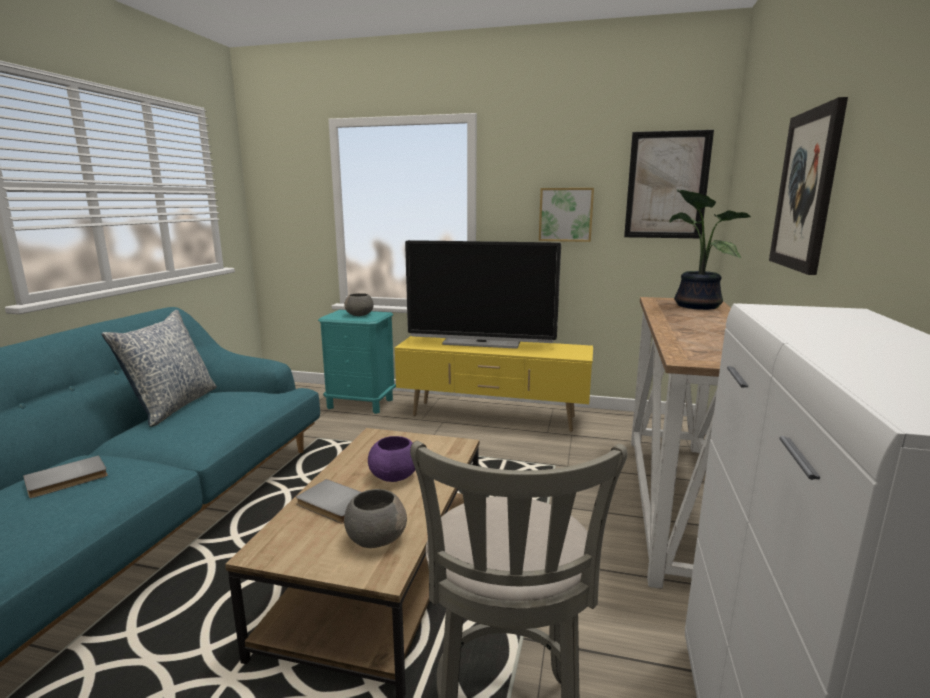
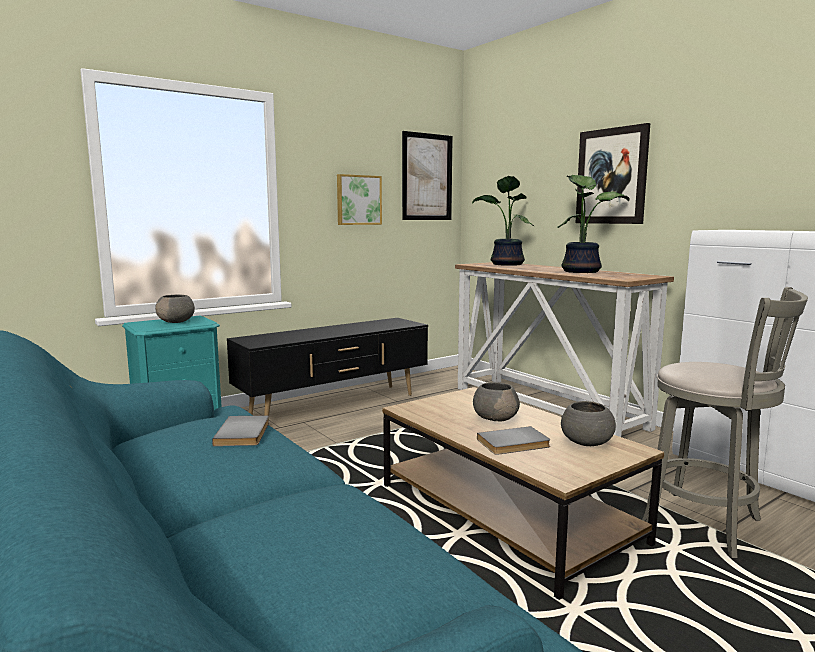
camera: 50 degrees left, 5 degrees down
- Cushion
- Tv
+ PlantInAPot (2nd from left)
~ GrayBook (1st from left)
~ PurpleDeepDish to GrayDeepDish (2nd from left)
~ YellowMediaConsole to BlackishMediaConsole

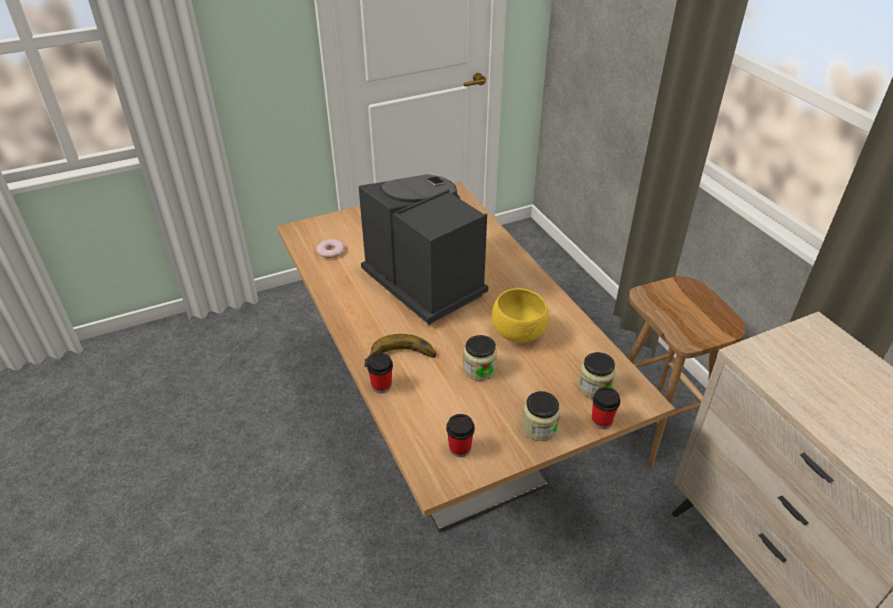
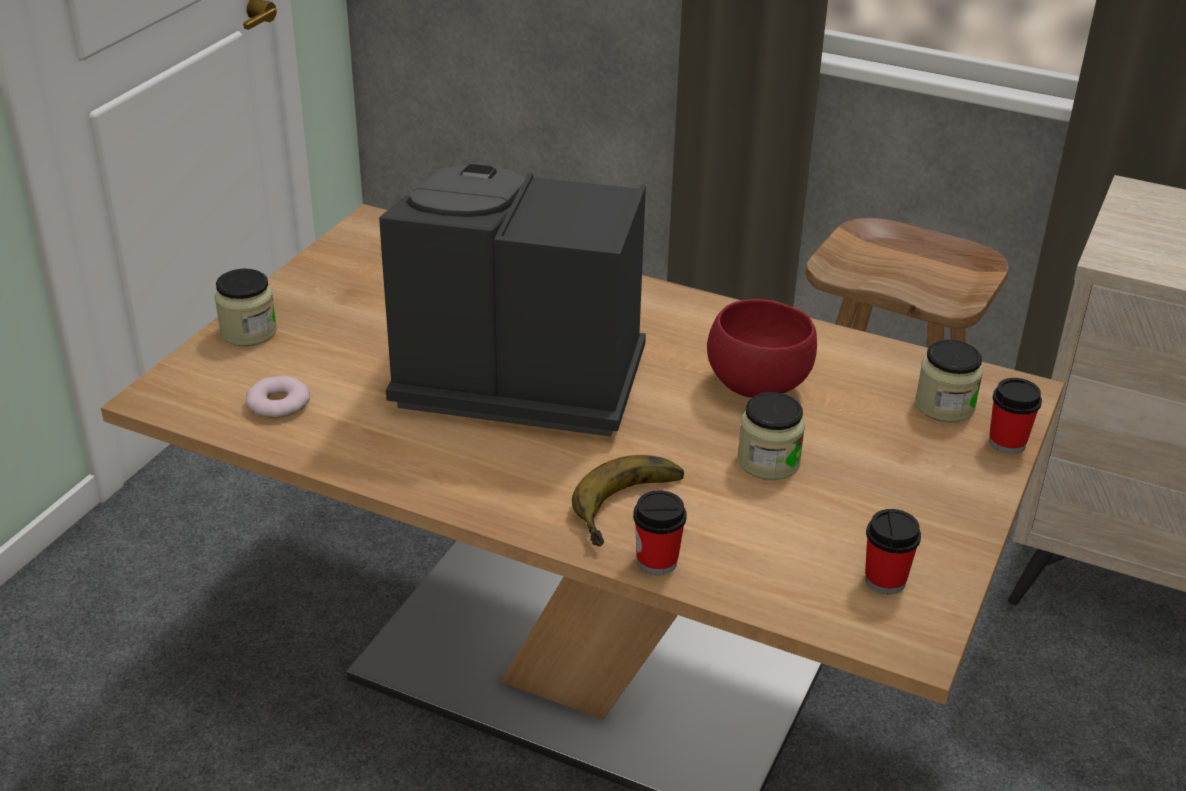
camera: 40 degrees left, 5 degrees down
~ Jar (2nd from left in the first image) to Jar (1st from left)
~ YellowDeepDish to RedDeepDish

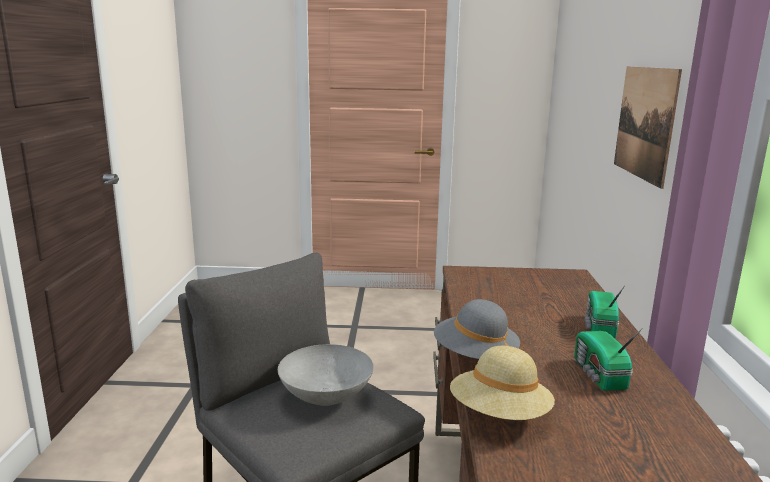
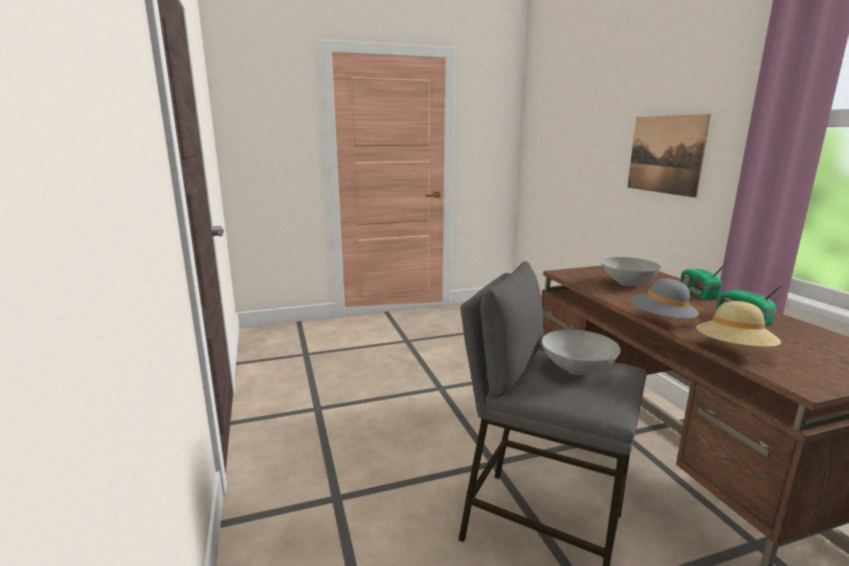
camera: 20 degrees left, 0 degrees up
+ GrayDeepDish (2nd from left)

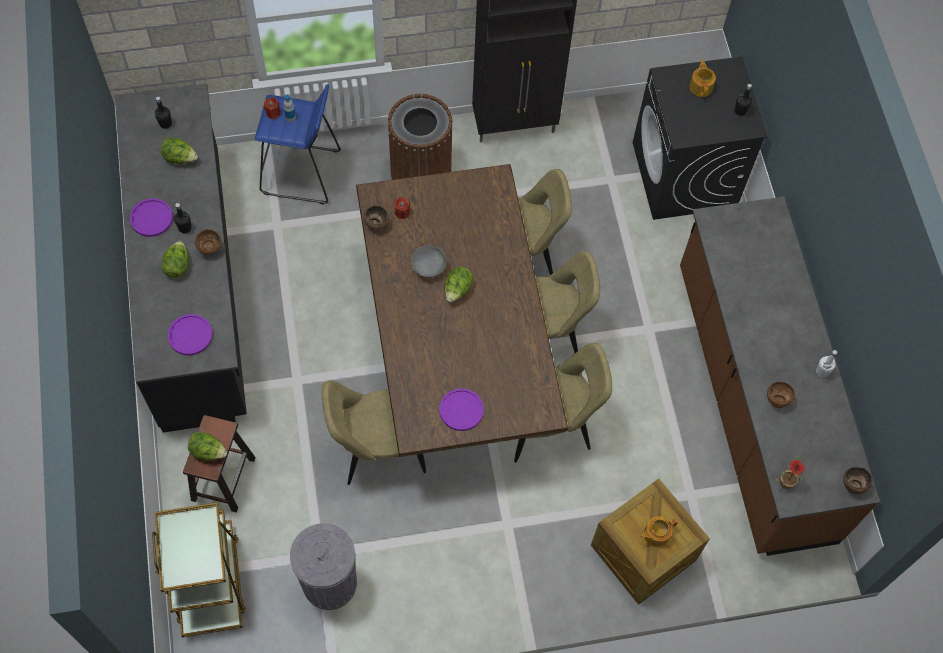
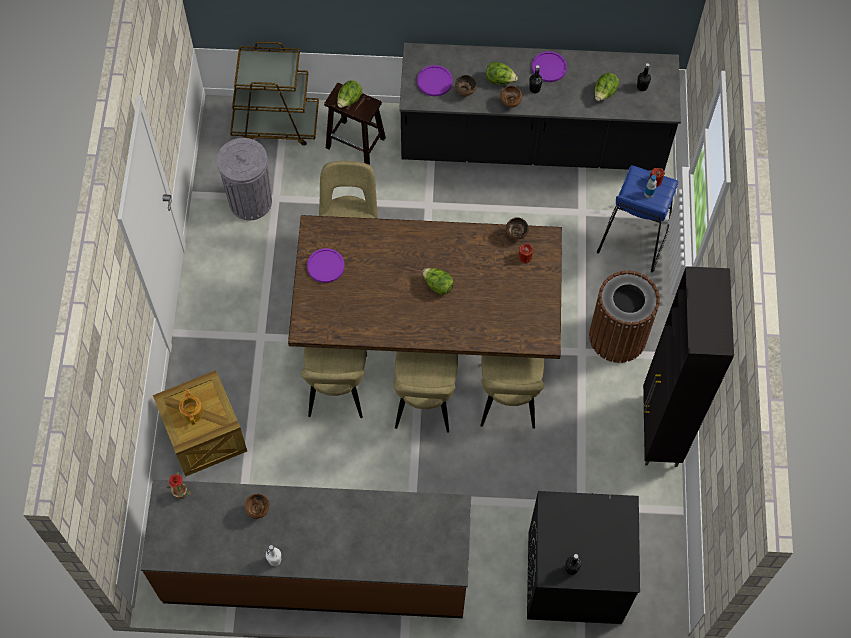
camera: 105 degrees right, 0 degrees up
- GrayDeepDish
- TeaPot (2nd from left)
~ BrownColouredDeepDish (4th from left in the first image) to BrownColouredDeepDish (2nd from left)

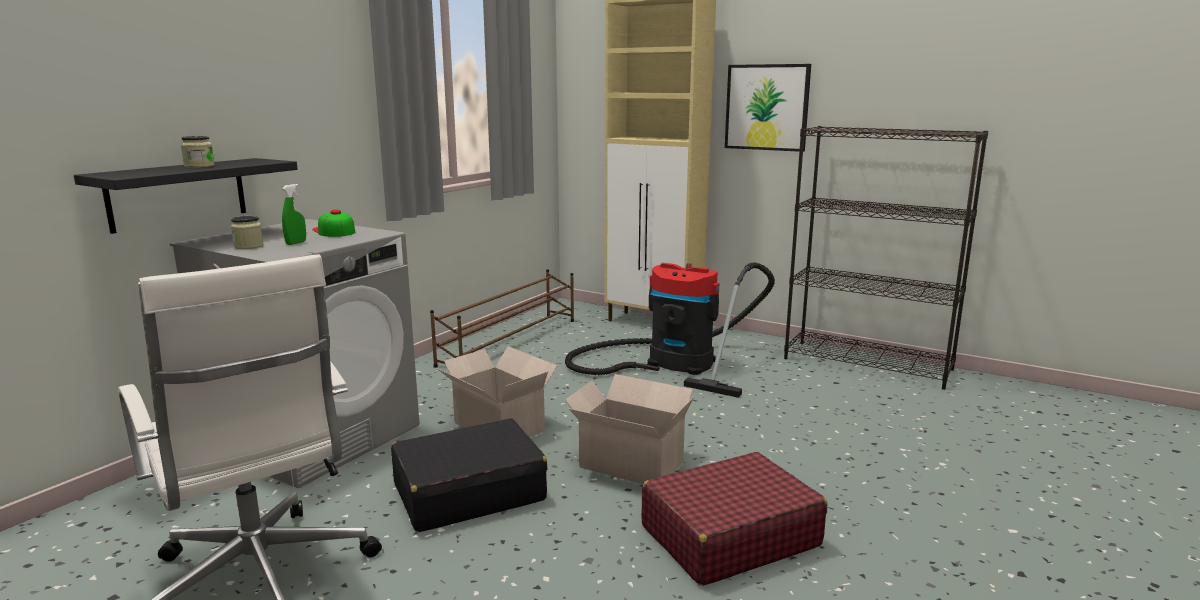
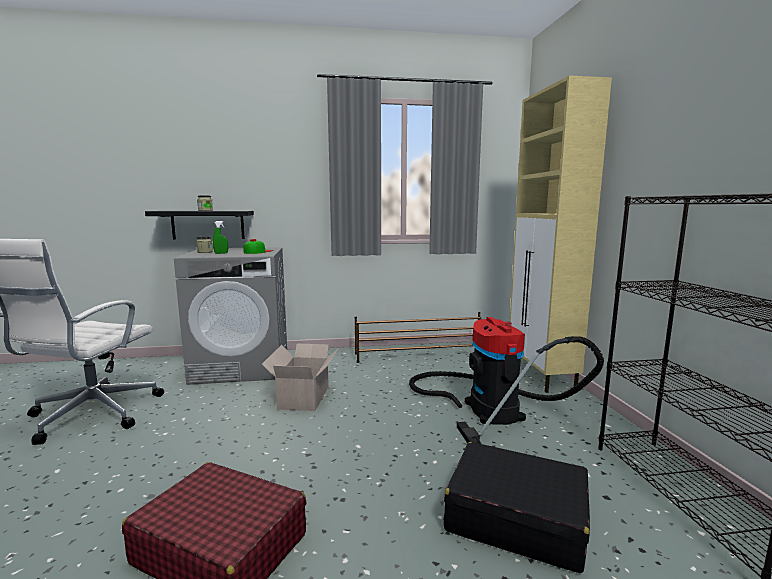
camera: 50 degrees right, 5 degrees down
- Carton (2nd from left)
- WallPicture
~ BlackishSuitcase

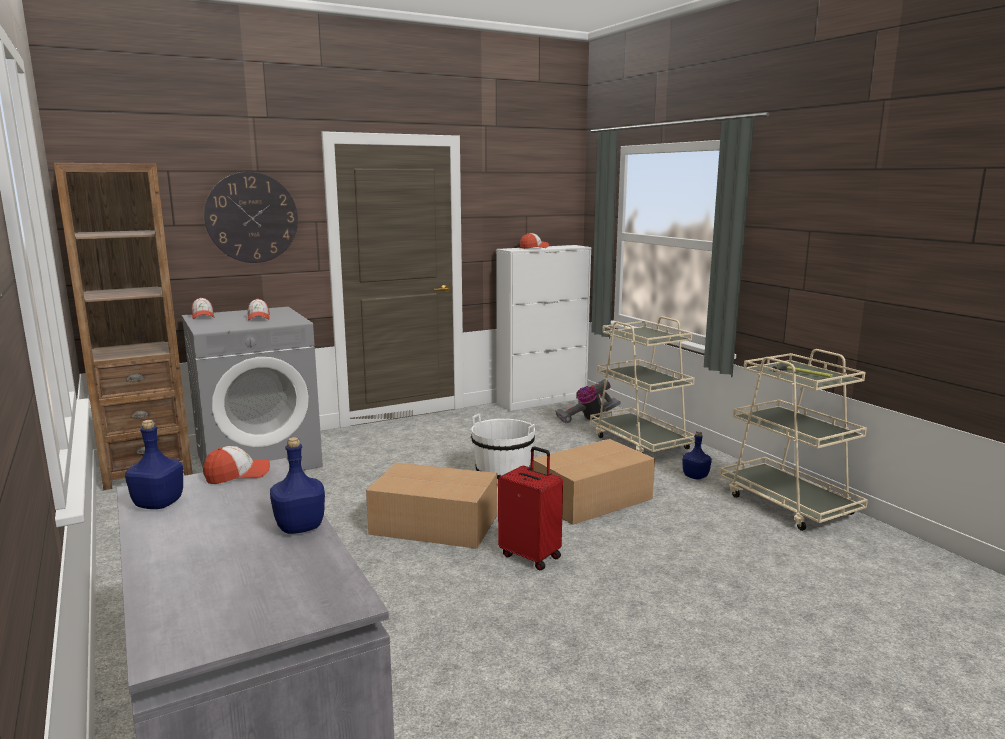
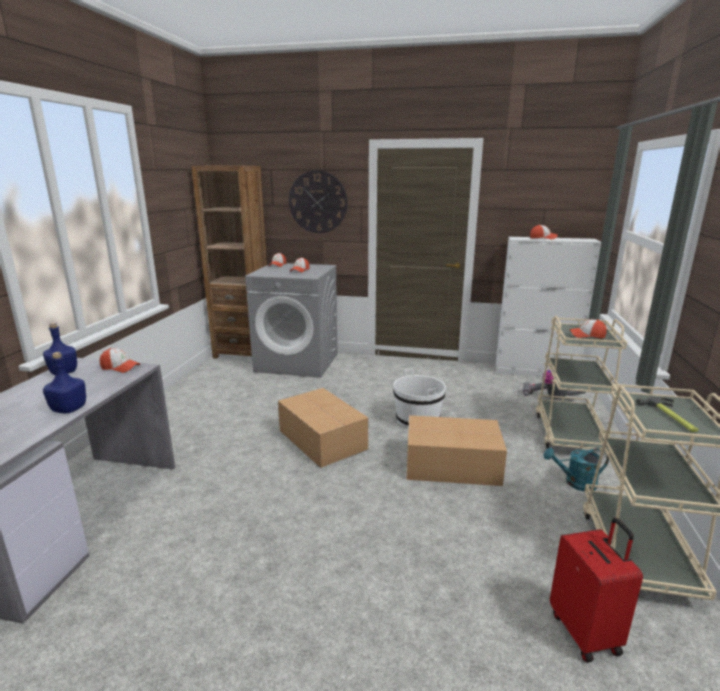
camera: 40 degrees right, 5 degrees up
+ Cap (5th from left)
~ RedSuitcase
~ BlueColouredDrinkBottle (3rd from left) to BlueGreenSprinklingCan

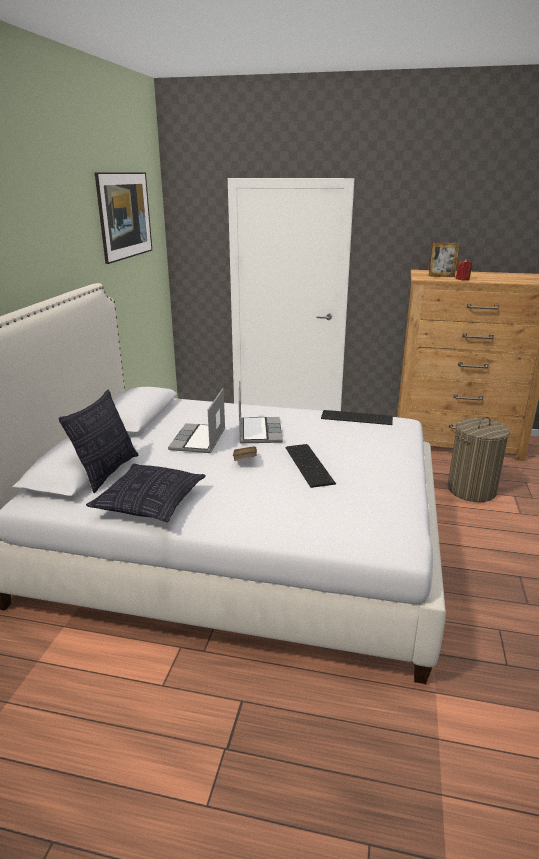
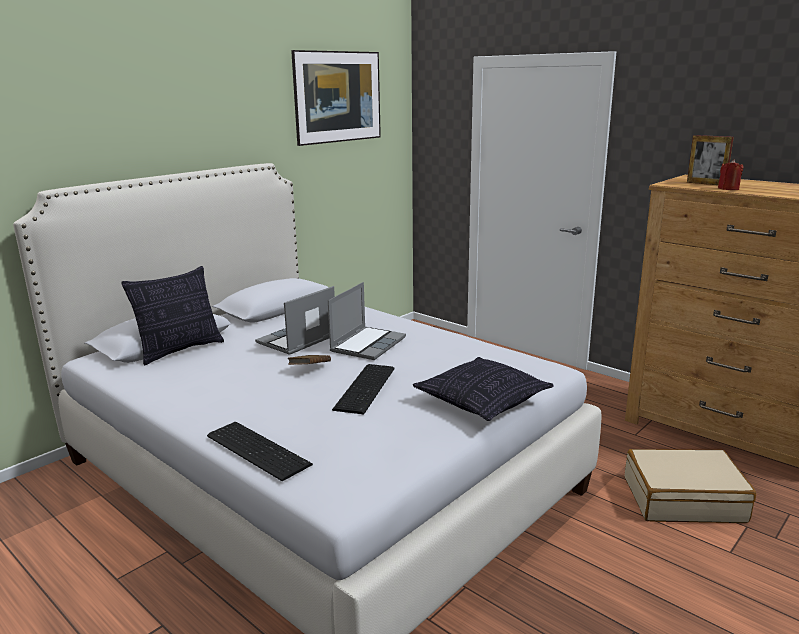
camera: 30 degrees right, 5 degrees down
~ Cushion (2nd from left)
~ Keyboard (2nd from left in the first image) to Keyboard (1st from left)
~ Hamper to BeigeSuitcase

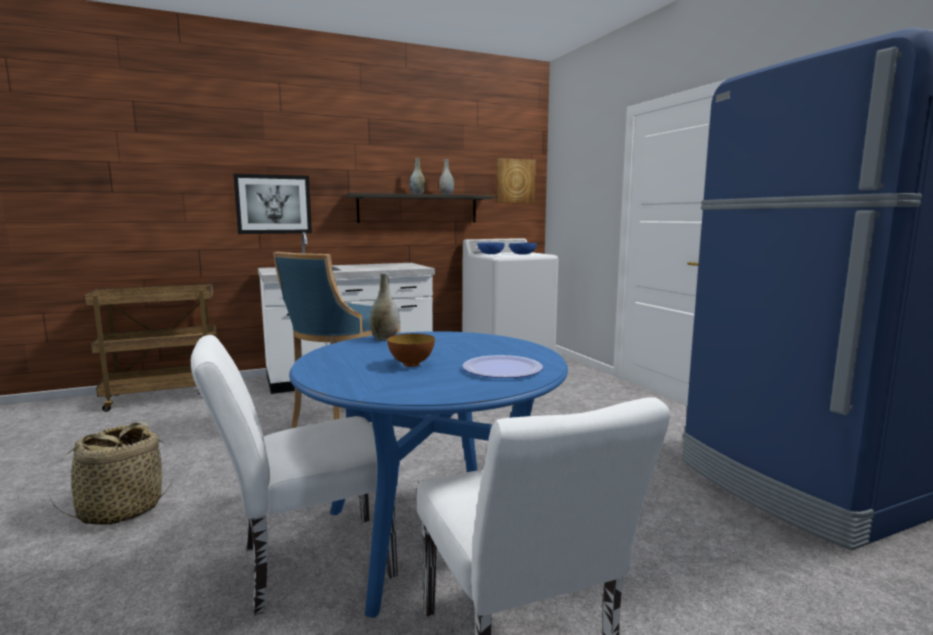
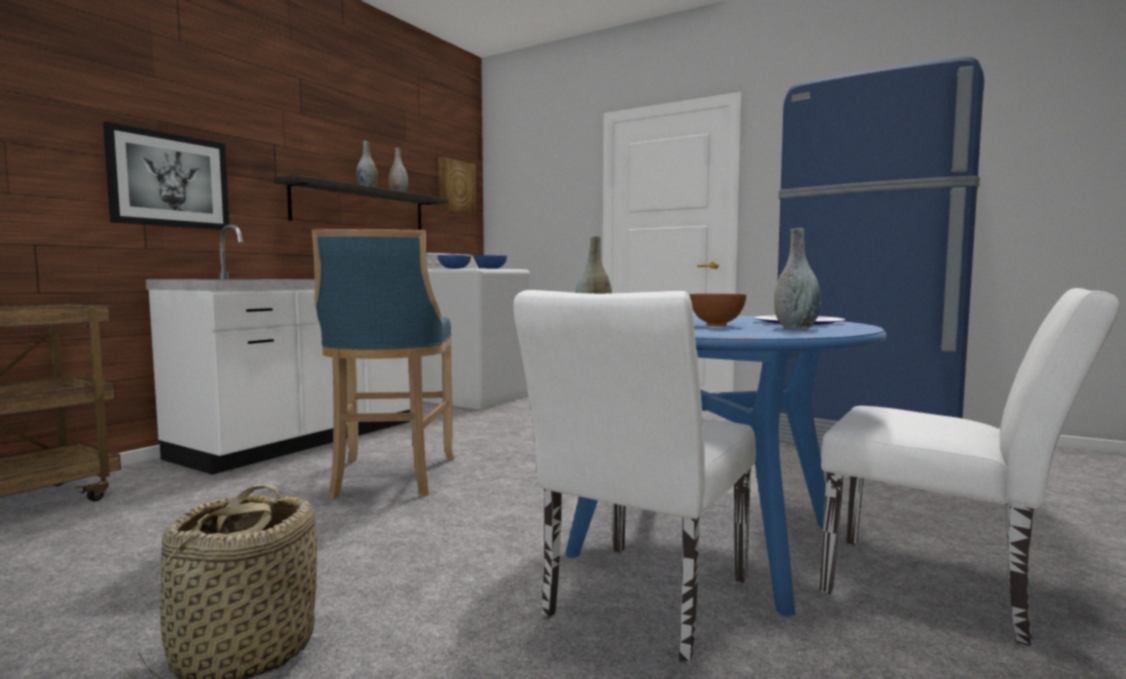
camera: 35 degrees left, 5 degrees down
+ GrayDecorativeVase (4th from left)

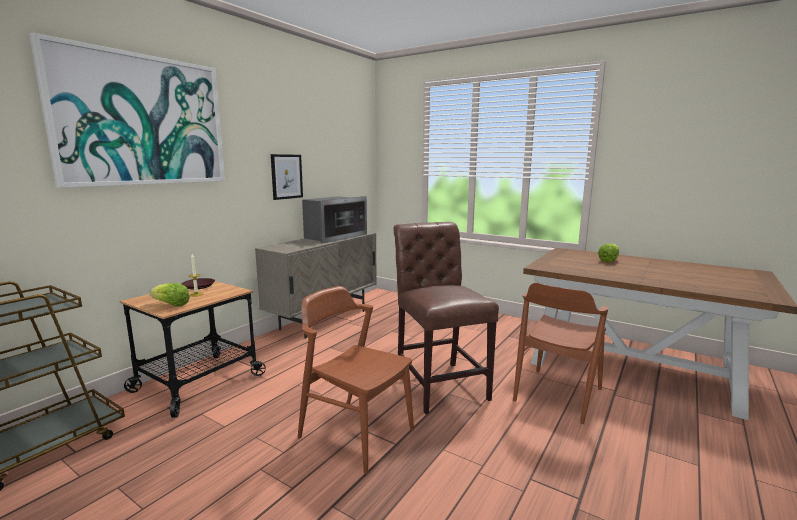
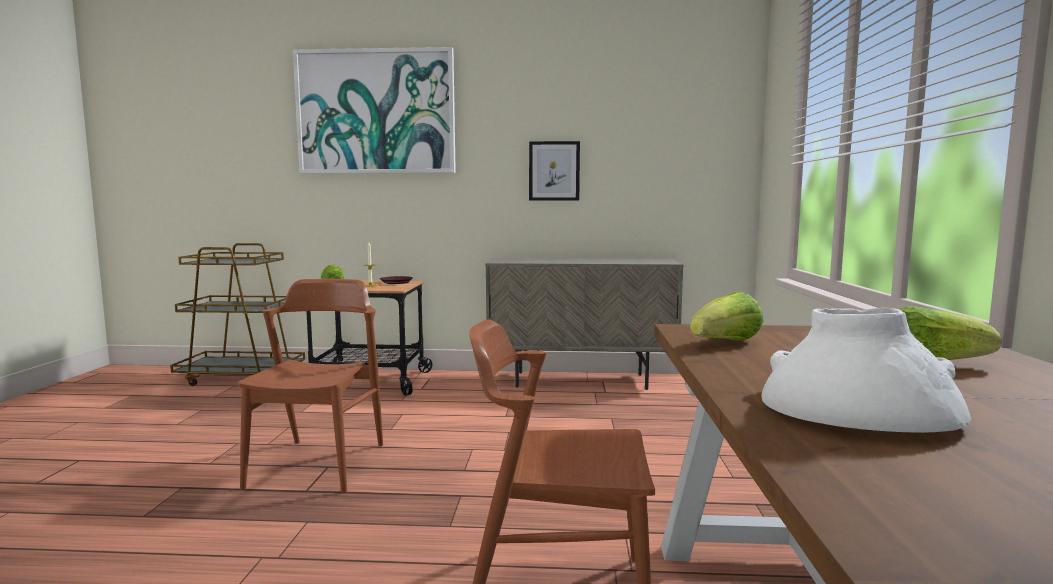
camera: 60 degrees right, 5 degrees down
- Microwave
- BrownColouredPlainChair (2nd from left)
+ Lettuce (2nd from left)
+ WhiteColouredDecorativeVase

